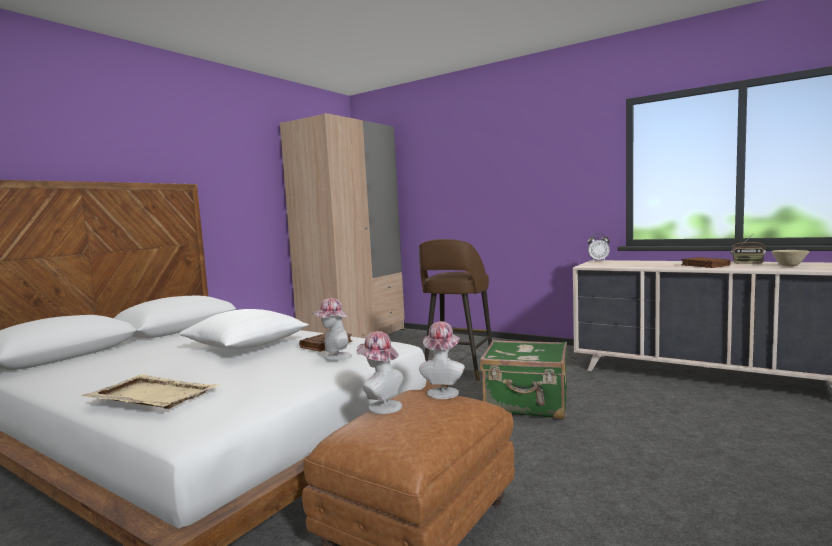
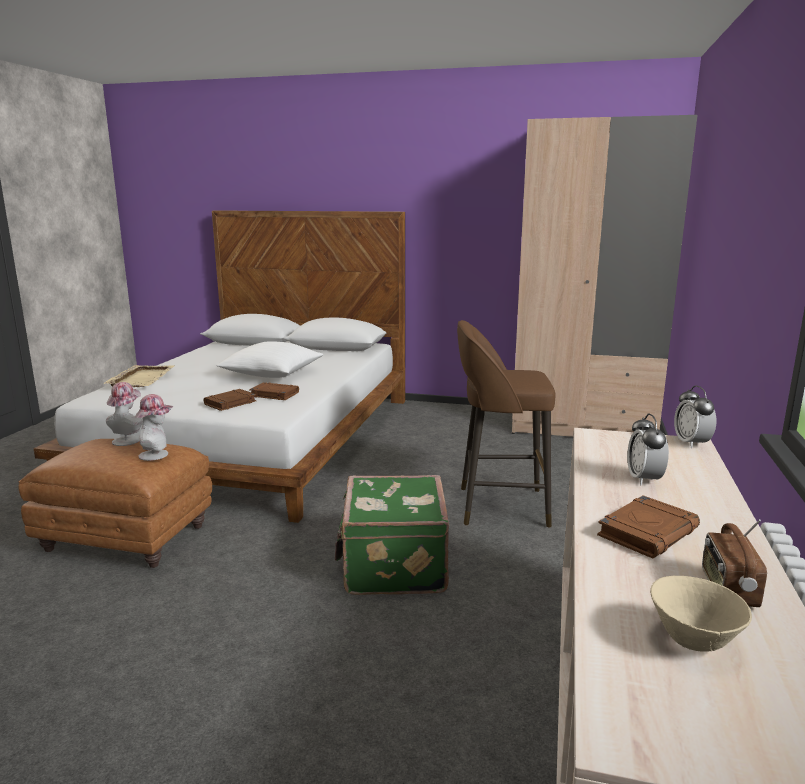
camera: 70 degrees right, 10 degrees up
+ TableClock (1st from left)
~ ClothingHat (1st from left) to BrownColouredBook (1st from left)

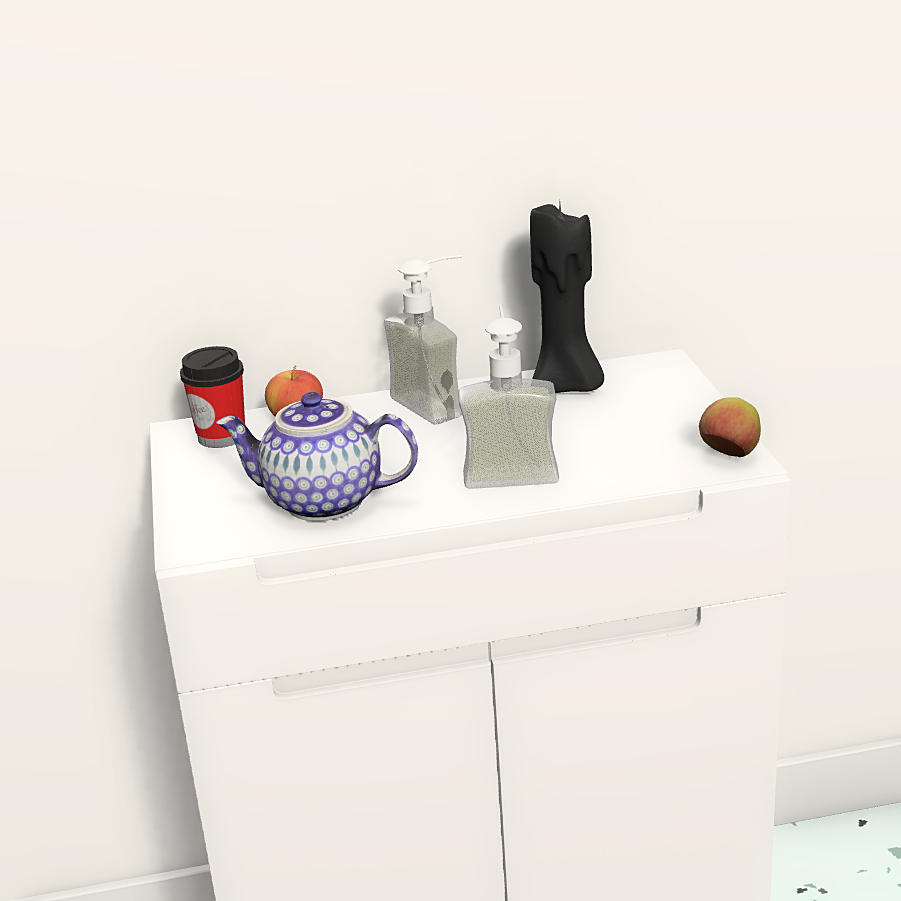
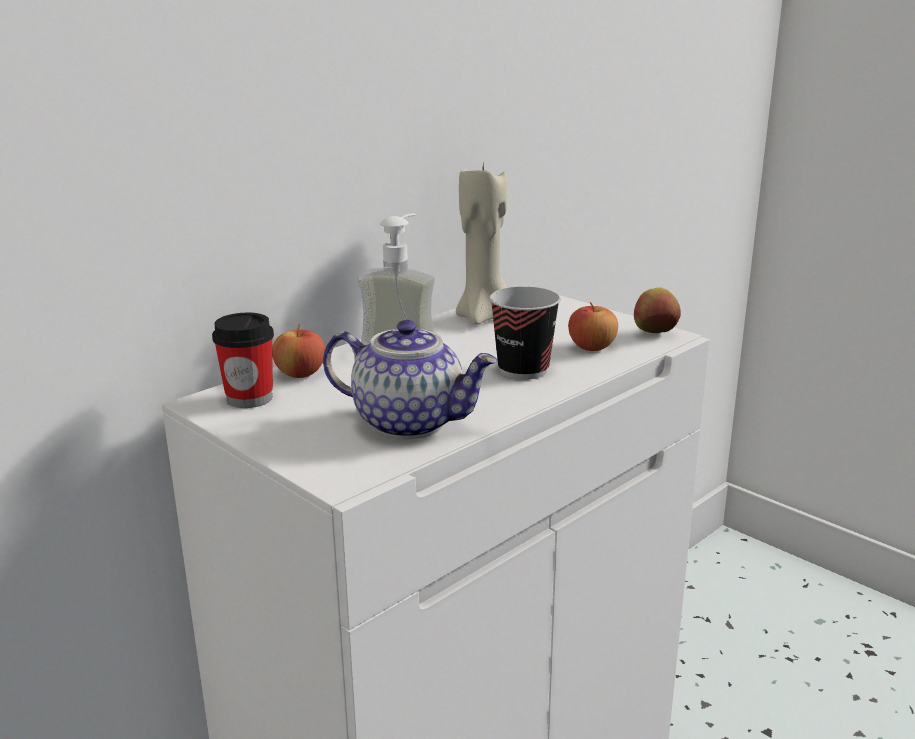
camera: 35 degrees left, 5 degrees down
+ WholeApple (2nd from left)
~ LiquidSoapBottle (2nd from left) to Cup (2nd from left)
~ BlackishWaxCandle to BeigeWaxCandle
~ TeaPot 135 degrees counterclockwise

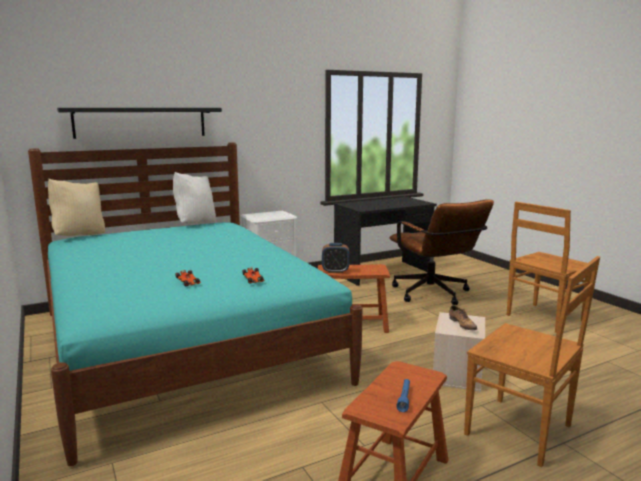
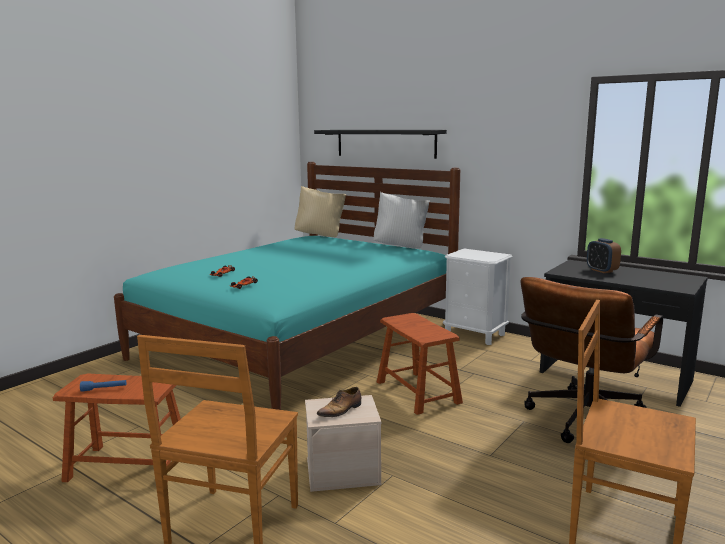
camera: 65 degrees right, 0 degrees up
~ TableClock

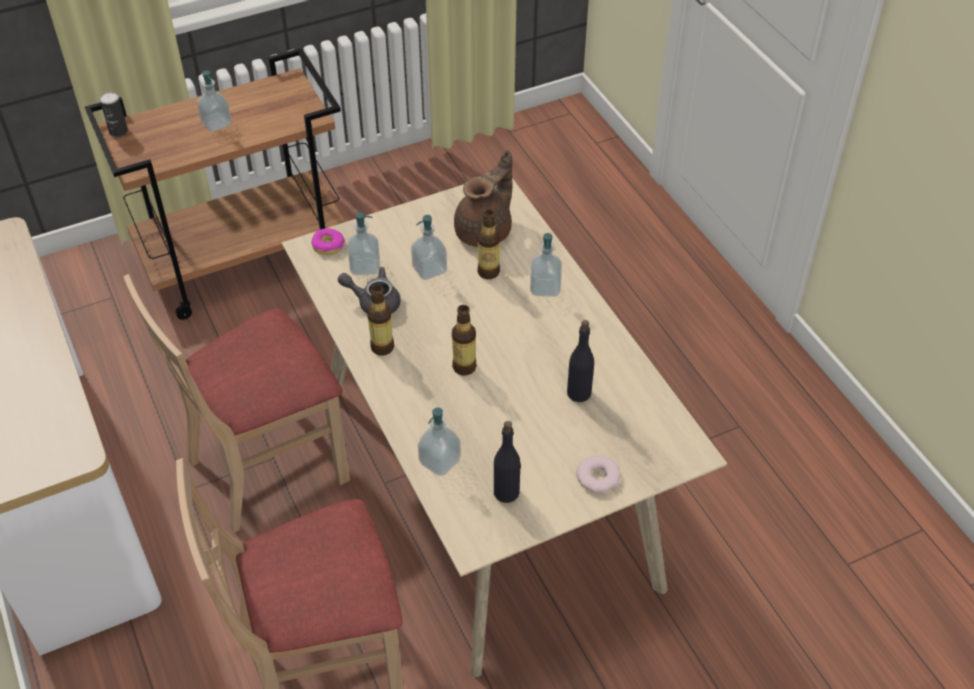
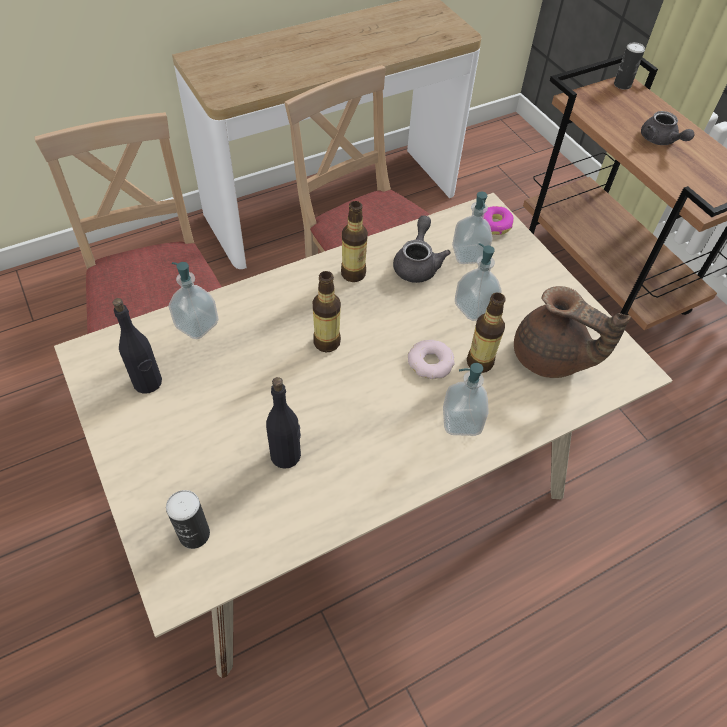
camera: 85 degrees right, 5 degrees up
+ MetalCan (1st from left)
~ RingDoughnut (2nd from left in the first image) to RingDoughnut (1st from left)
~ LiquidSoapBottle (1st from left) to GrayTeaPot (2nd from left)

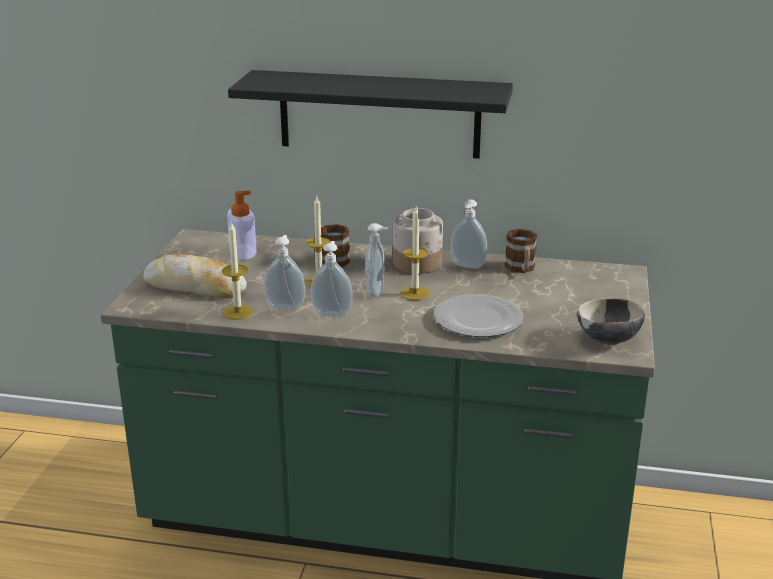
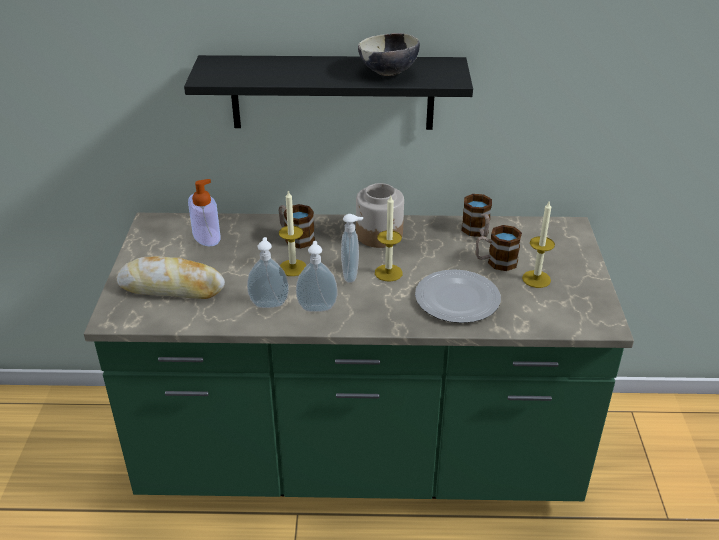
camera: 10 degrees left, 10 degrees up
- LiquidSoapBottle (5th from left)
+ TeaMug (3rd from left)
~ WaxCandle (1st from left in the first image) to WaxCandle (3rd from left)
~ DeepDish

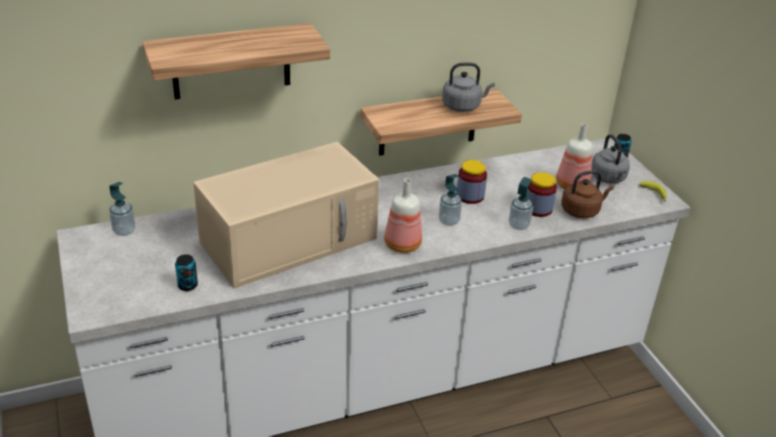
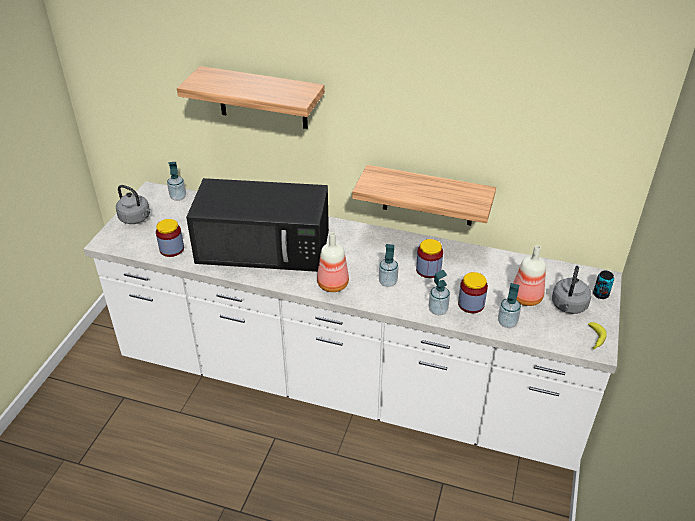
camera: 40 degrees right, 5 degrees up
~ GrayWaterKettle (1st from left)
~ MetalCan (1st from left) to Jar (1st from left)
~ BrownColouredWaterKettle to LiquidSoapBottle (4th from left)
~ BeigeMicrowave to BlackishMicrowave

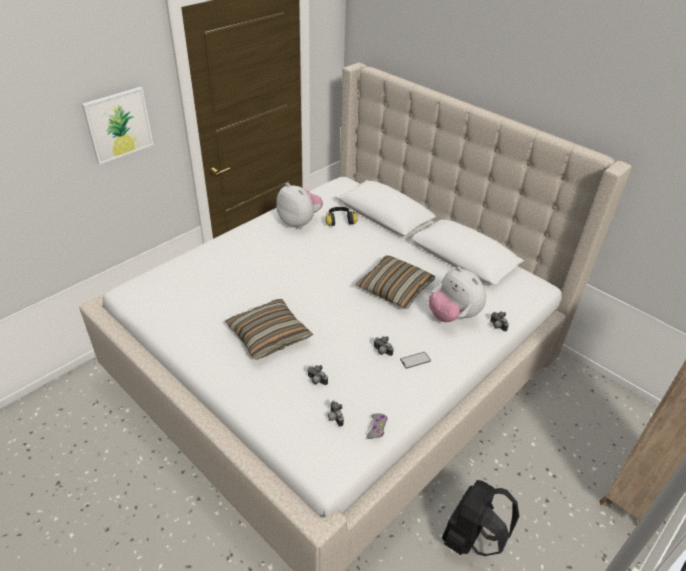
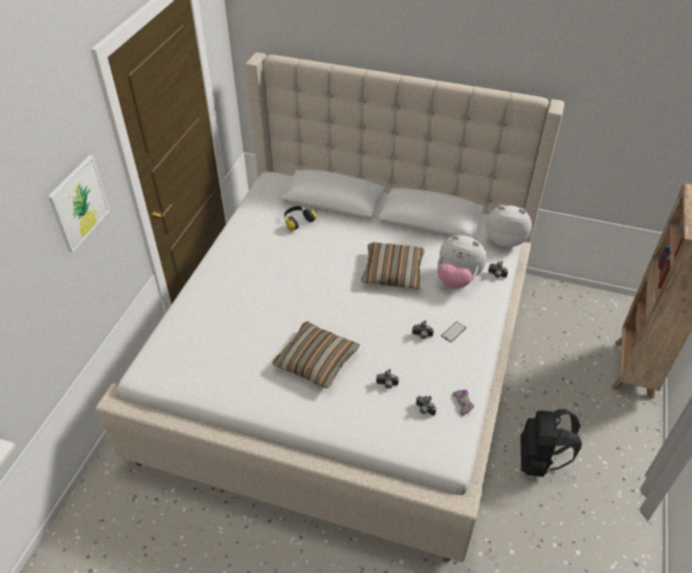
camera: 25 degrees left, 5 degrees up
~ CuddlyToy (1st from left in the first image) to CuddlyToy (2nd from left)

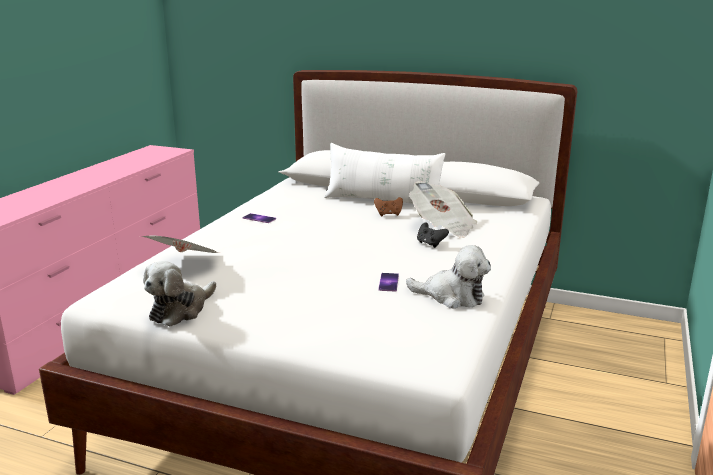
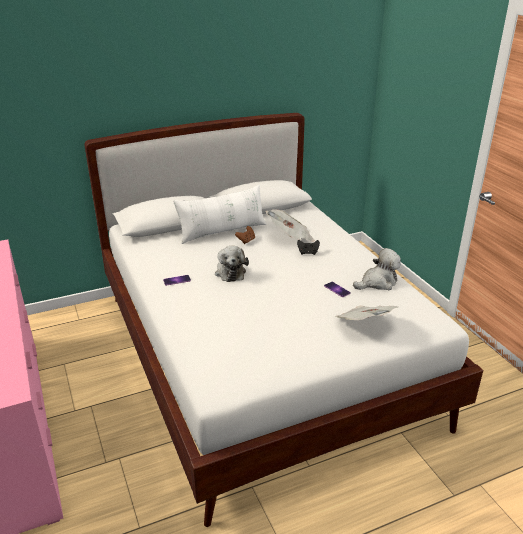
camera: 45 degrees left, 10 degrees up
~ PrintedPaper (1st from left in the first image) to PrintedPaper (2nd from left)
~ CuddlyToy (1st from left)

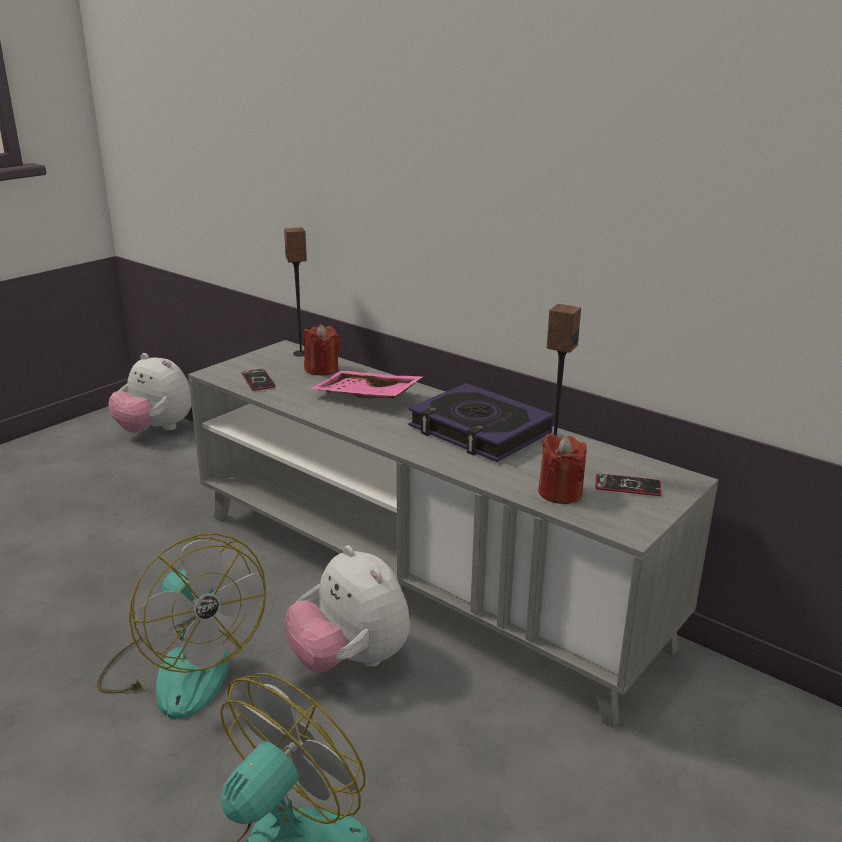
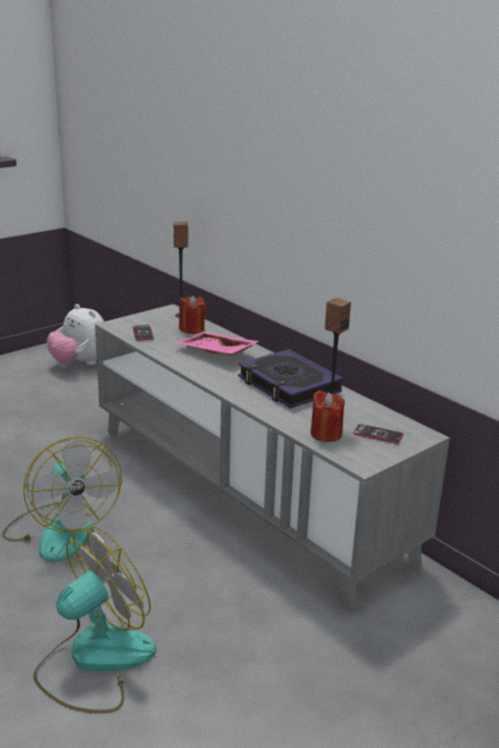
camera: 10 degrees right, 0 degrees up
- CuddlyToy (2nd from left)

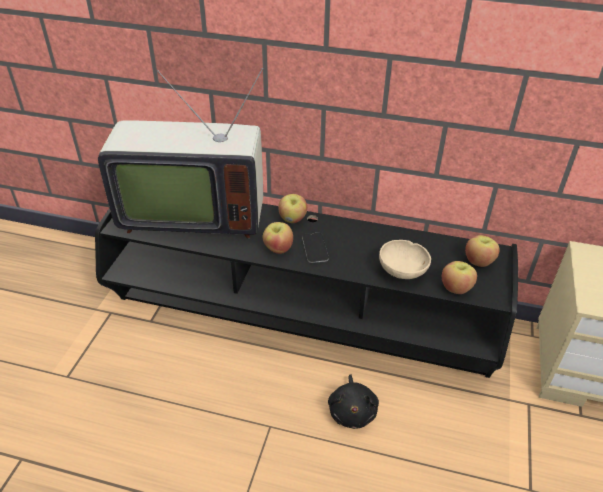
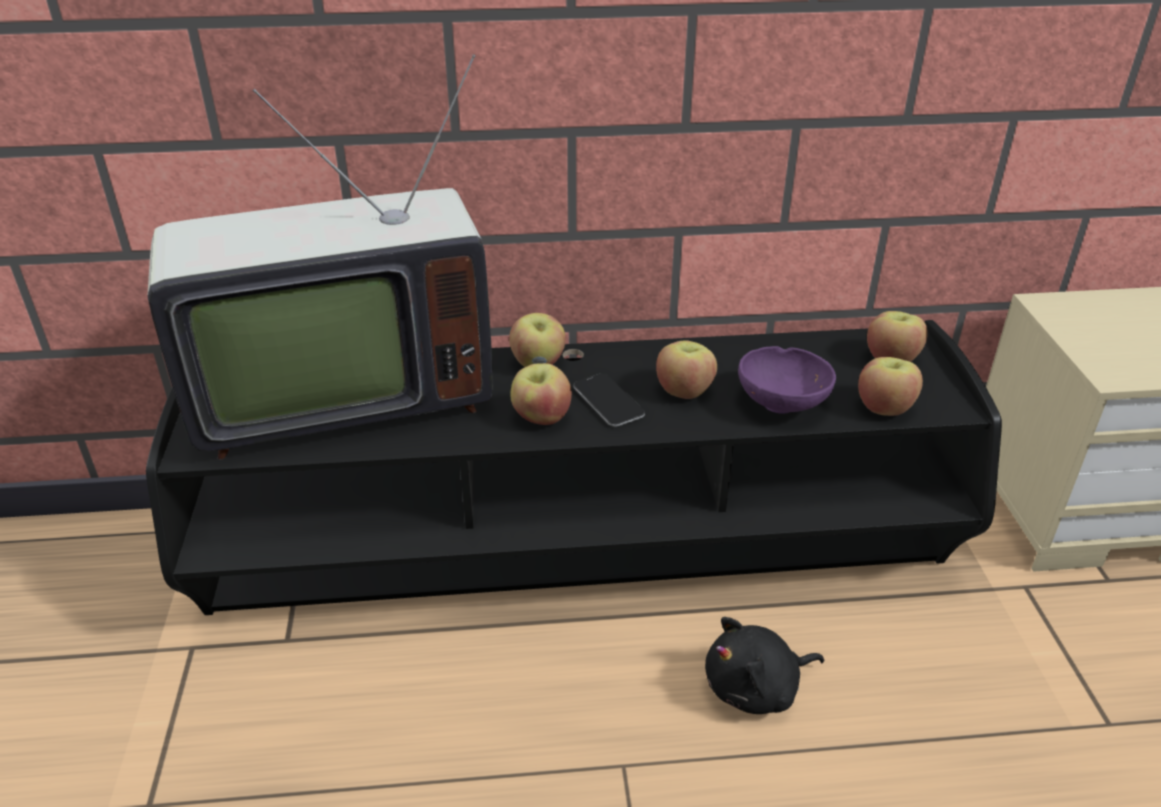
camera: 20 degrees left, 5 degrees down
+ WholeApple (3rd from left)
~ BeigeDeepDish to PurpleDeepDish
~ BlackishCuddlyToy 90 degrees clockwise

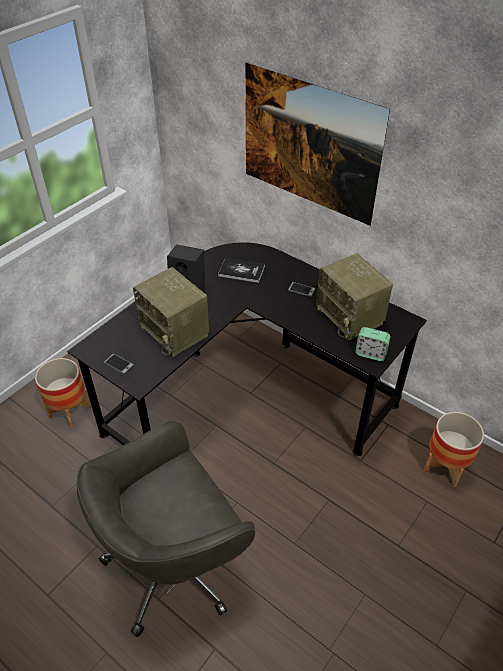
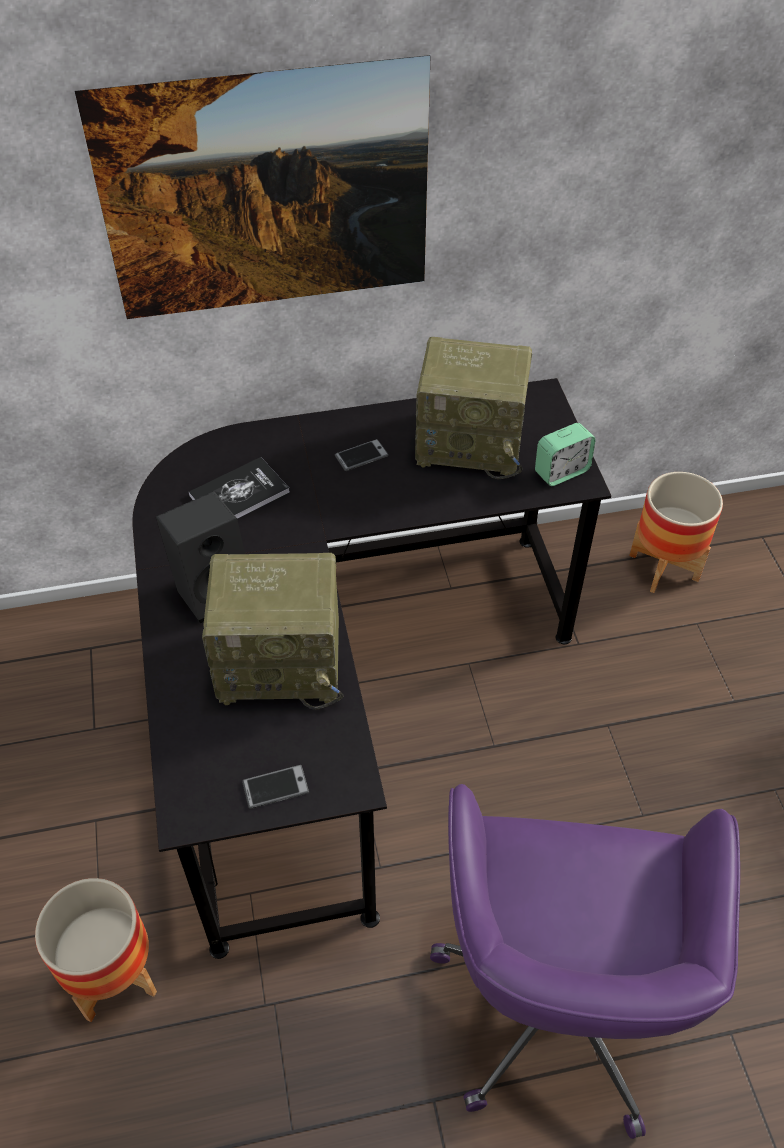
camera: 50 degrees left, 5 degrees up
~ GrayDeskChair to PurpleDeskChair

